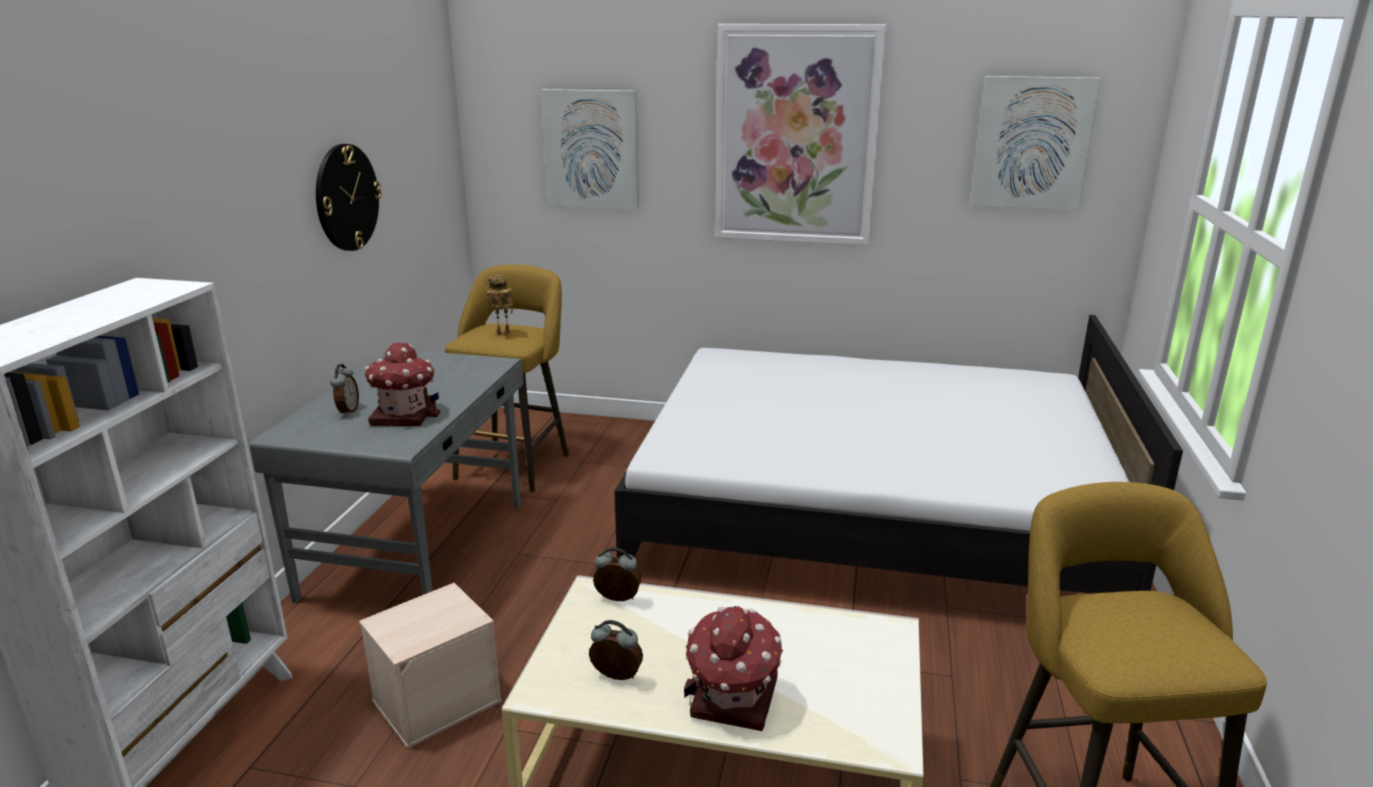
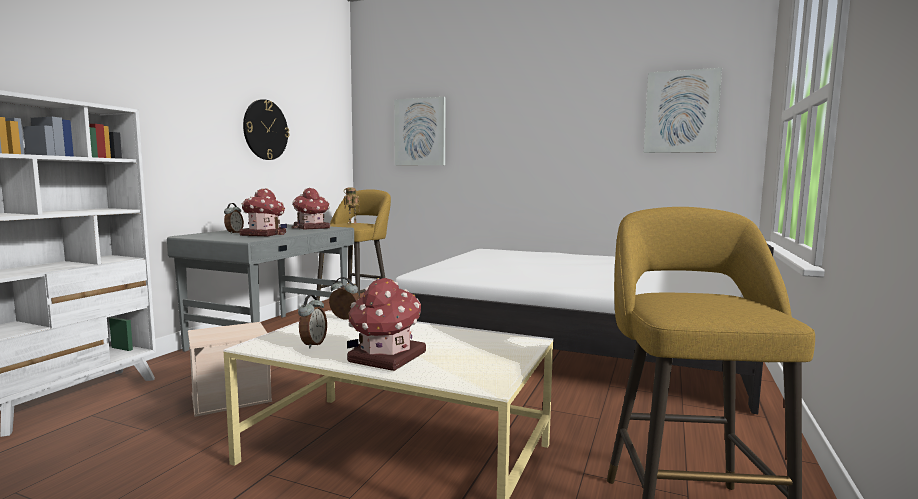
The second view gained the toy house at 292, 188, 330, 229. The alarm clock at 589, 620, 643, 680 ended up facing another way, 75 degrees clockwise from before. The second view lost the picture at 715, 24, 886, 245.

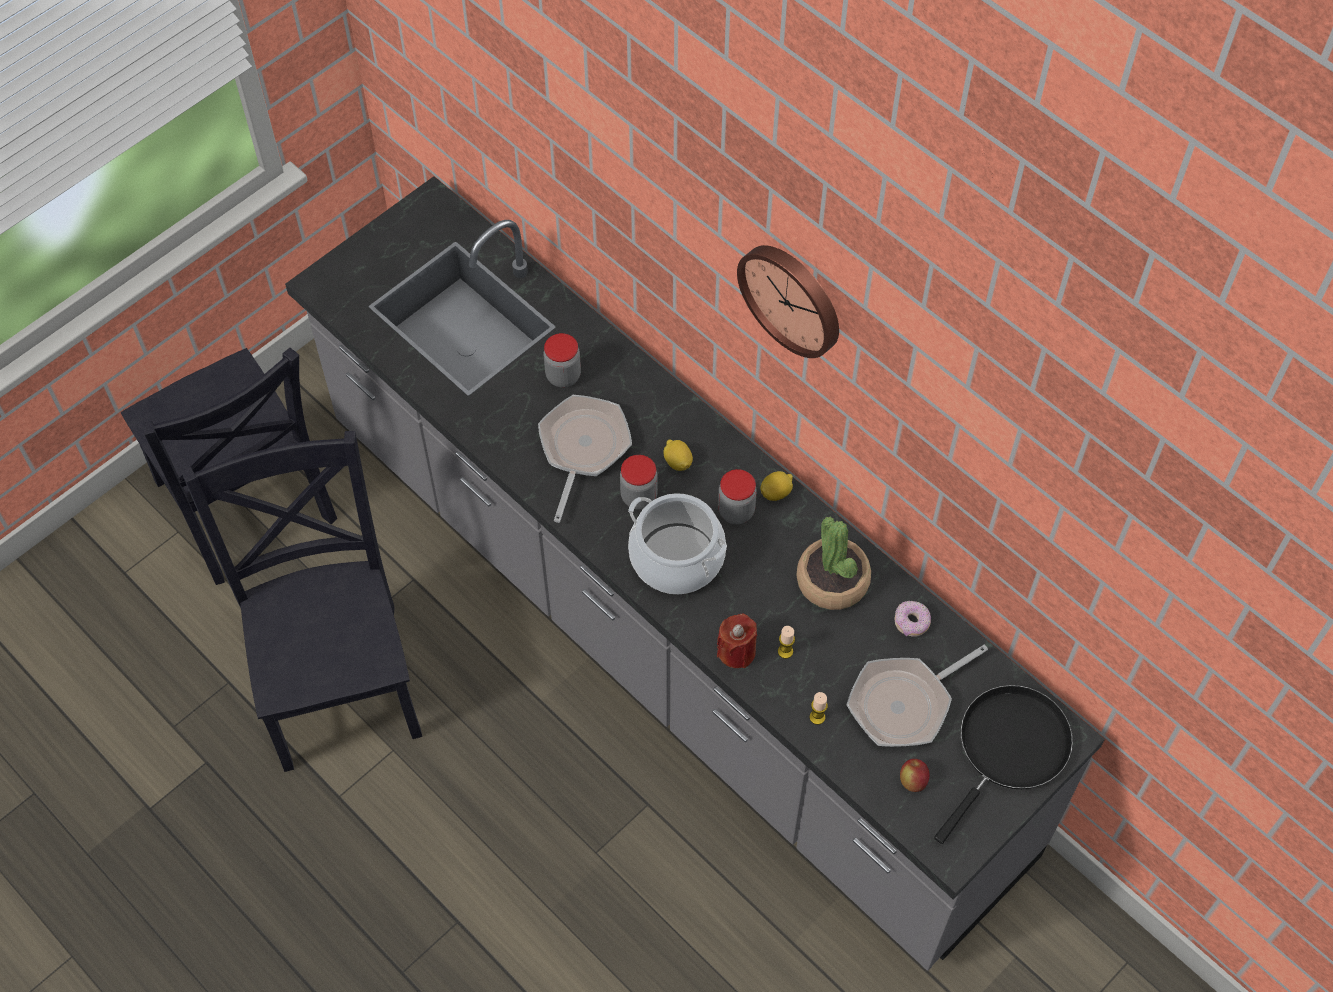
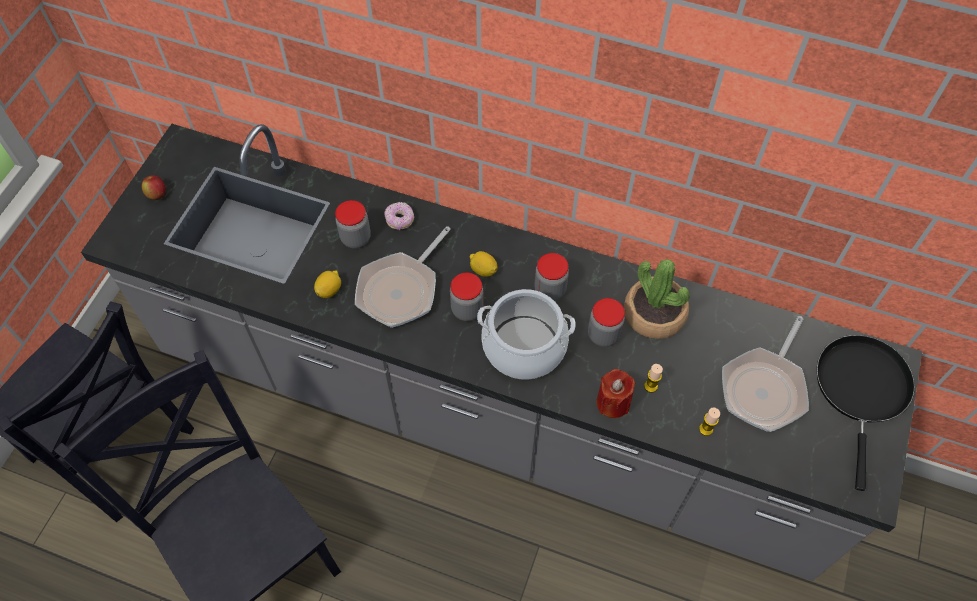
The apple fruit ended up elsewhere, having gone from 900, 759, 930, 792 to 141, 175, 166, 200. The citrus fruit ended up elsewhere, having gone from 760, 471, 793, 501 to 314, 270, 341, 298. The skillet at 538, 395, 632, 523 ended up facing another way, 135 degrees counterclockwise from before. The doughnut ended up elsewhere, having gone from 894, 601, 931, 637 to 384, 202, 414, 230. The second view gained the storage jar at 588, 298, 625, 347. The second view lost the hanging clock at 737, 245, 839, 358.

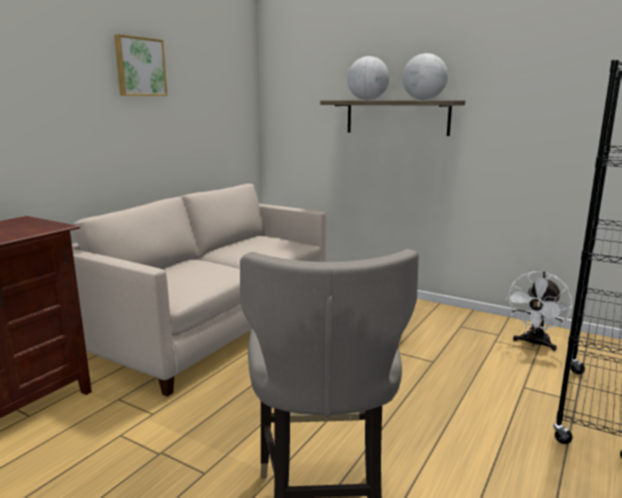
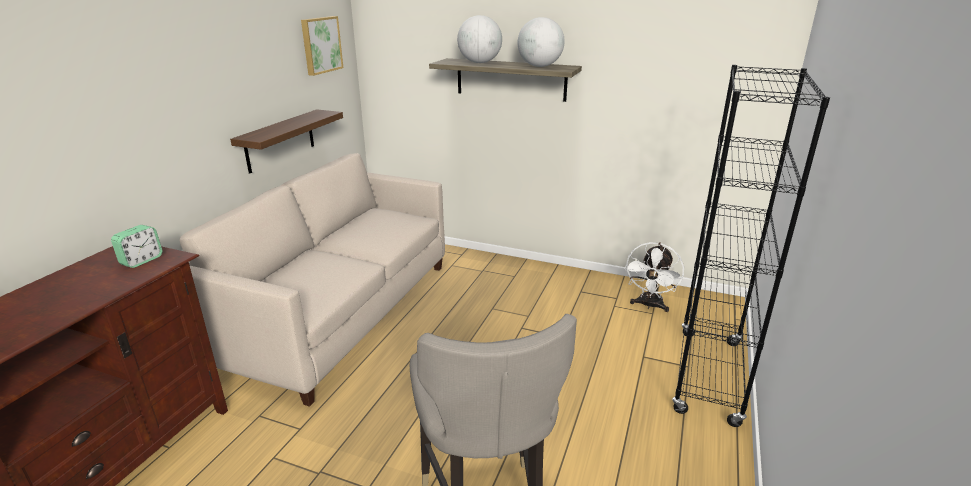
The second view gained the alarm clock at 111, 225, 163, 268. The second view gained the bracket shelf at 230, 109, 343, 174. The picture ended up elsewhere, having gone from 114, 34, 167, 96 to 301, 16, 343, 76.

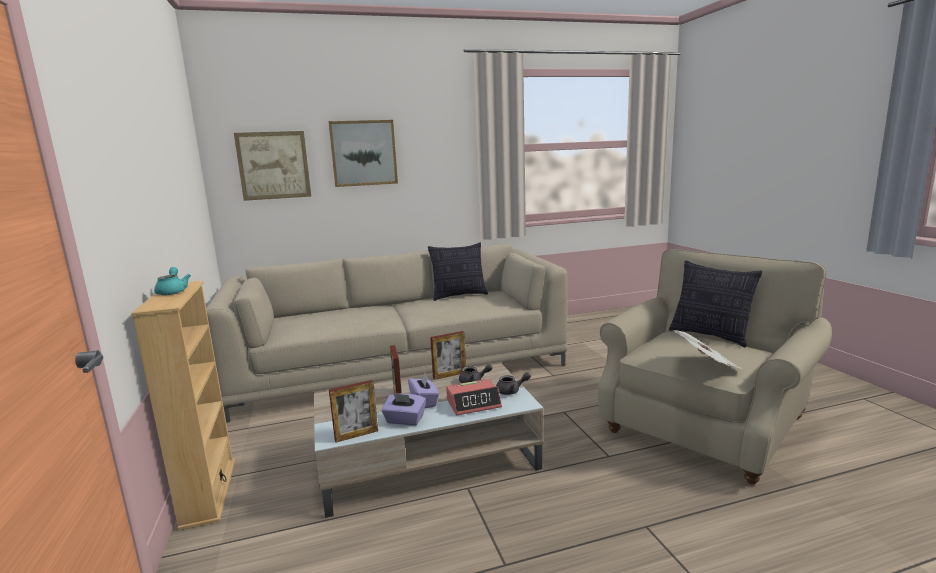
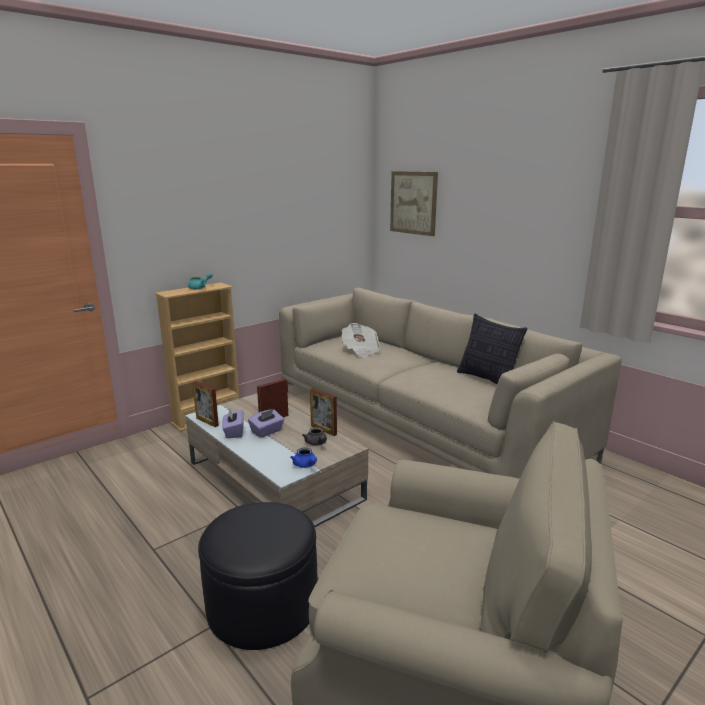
The second view gained the pouffe (blackish) at 198, 502, 317, 650. What was the pot for tea (greyish) at 496, 372, 531, 395 turned into the pot for tea (bluish) at 290, 448, 317, 468. The printed paper ended up elsewhere, having gone from 672, 330, 743, 369 to 342, 323, 380, 358. The second view lost the picture at 329, 120, 398, 187. The second view lost the alarm clock at 446, 379, 502, 415. The second view lost the cushion at 669, 260, 762, 347.

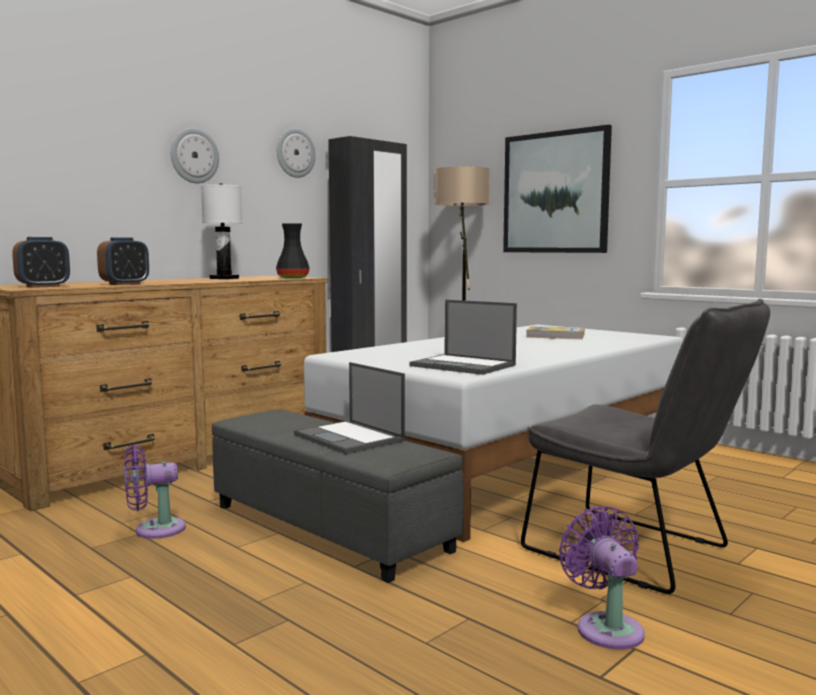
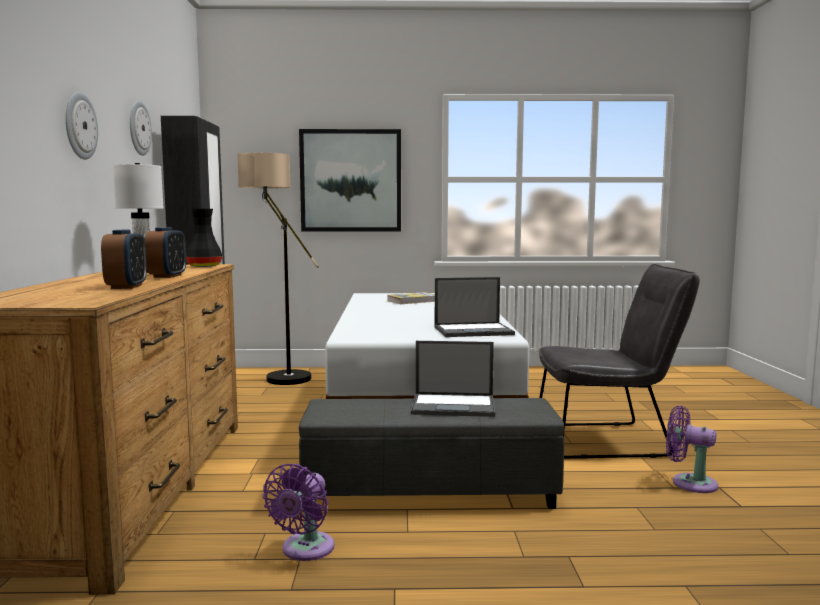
The alarm clock ended up elsewhere, having gone from 12, 237, 70, 288 to 145, 227, 186, 278.

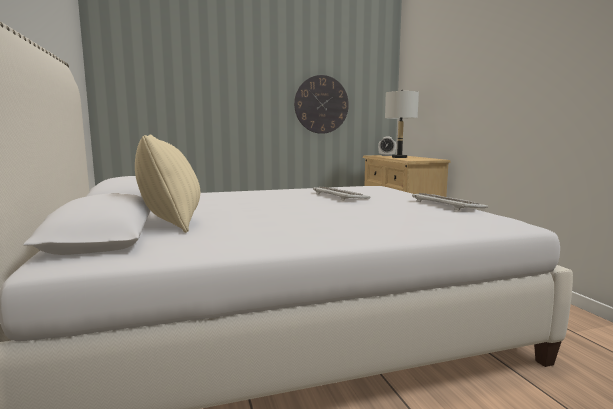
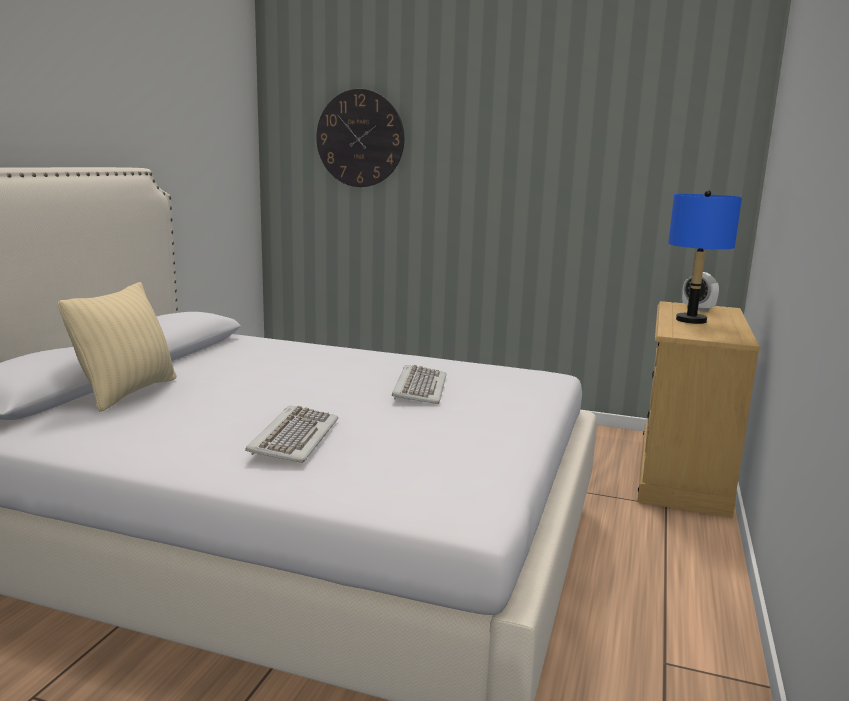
The PC keyboard ended up elsewhere, having gone from 412, 193, 488, 211 to 245, 406, 338, 463. The hanging clock ended up elsewhere, having gone from 294, 75, 349, 134 to 316, 89, 404, 187. What was the table lamp (greyish) at 385, 90, 419, 158 turned into the table lamp (bluish) at 668, 190, 742, 324.

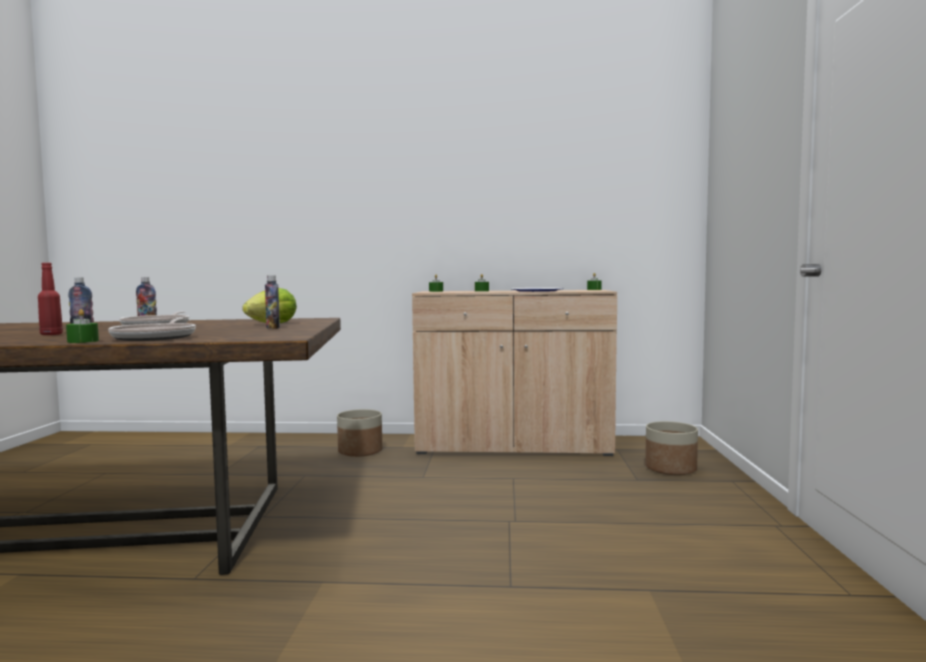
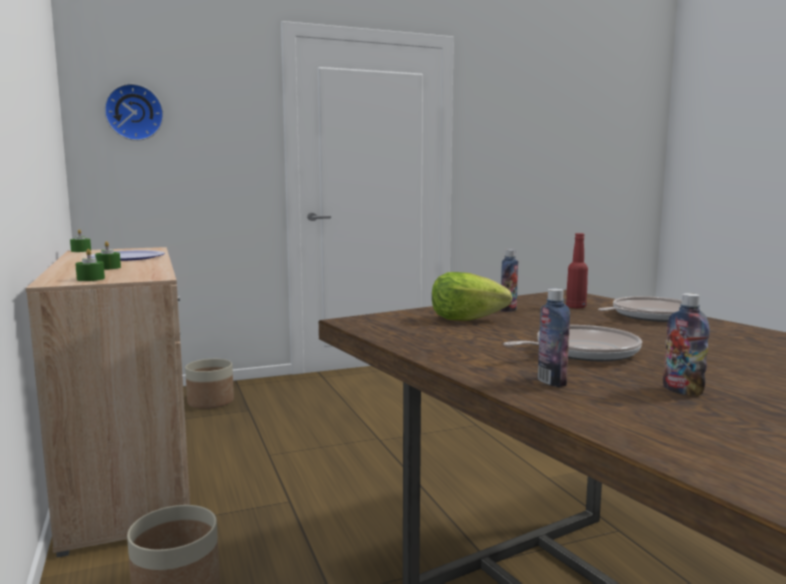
The second view gained the hanging clock at 104, 84, 164, 141. The beverage bottle (red) ended up elsewhere, having gone from 38, 263, 63, 335 to 566, 233, 588, 308. The second view lost the wax candle (greenish) at 66, 309, 99, 343.

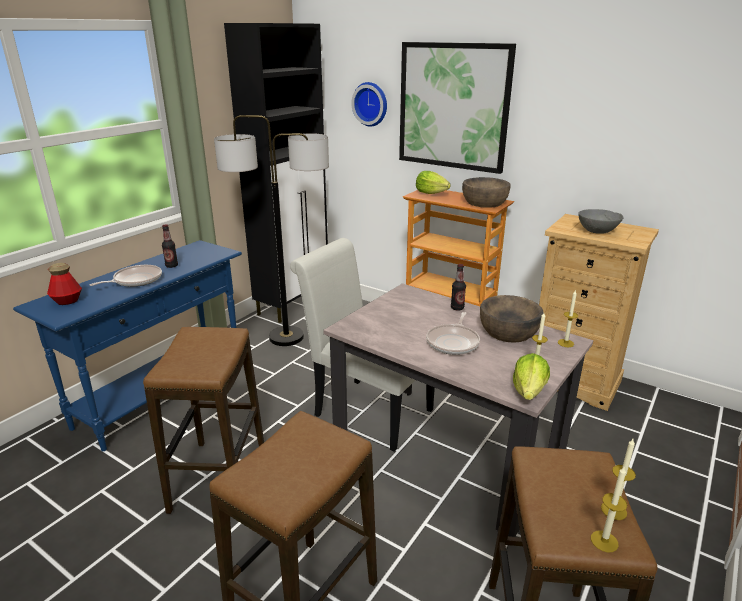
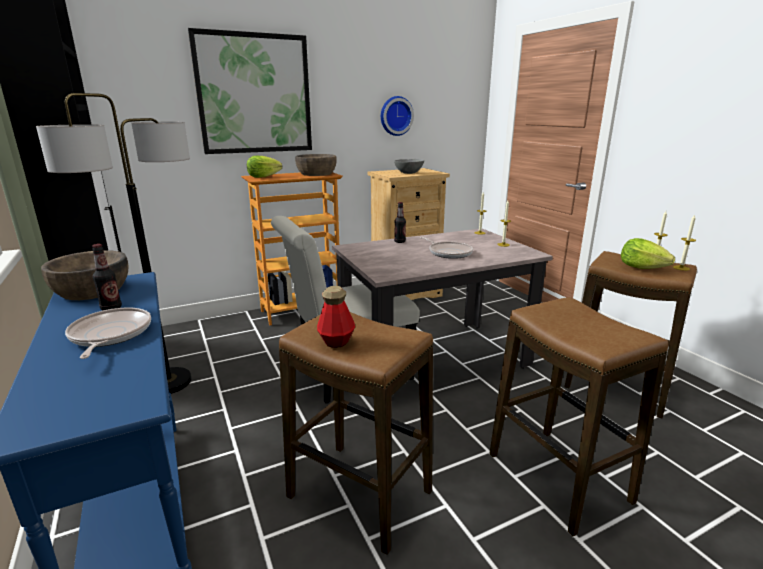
The deep dish (brown) ended up elsewhere, having gone from 480, 295, 544, 343 to 41, 250, 129, 300. The beverage bottle ended up elsewhere, having gone from 47, 263, 82, 305 to 317, 286, 355, 348. The hanging clock ended up elsewhere, having gone from 351, 82, 387, 127 to 381, 96, 414, 136. The lettuce ended up elsewhere, having gone from 513, 353, 550, 400 to 621, 238, 675, 269.

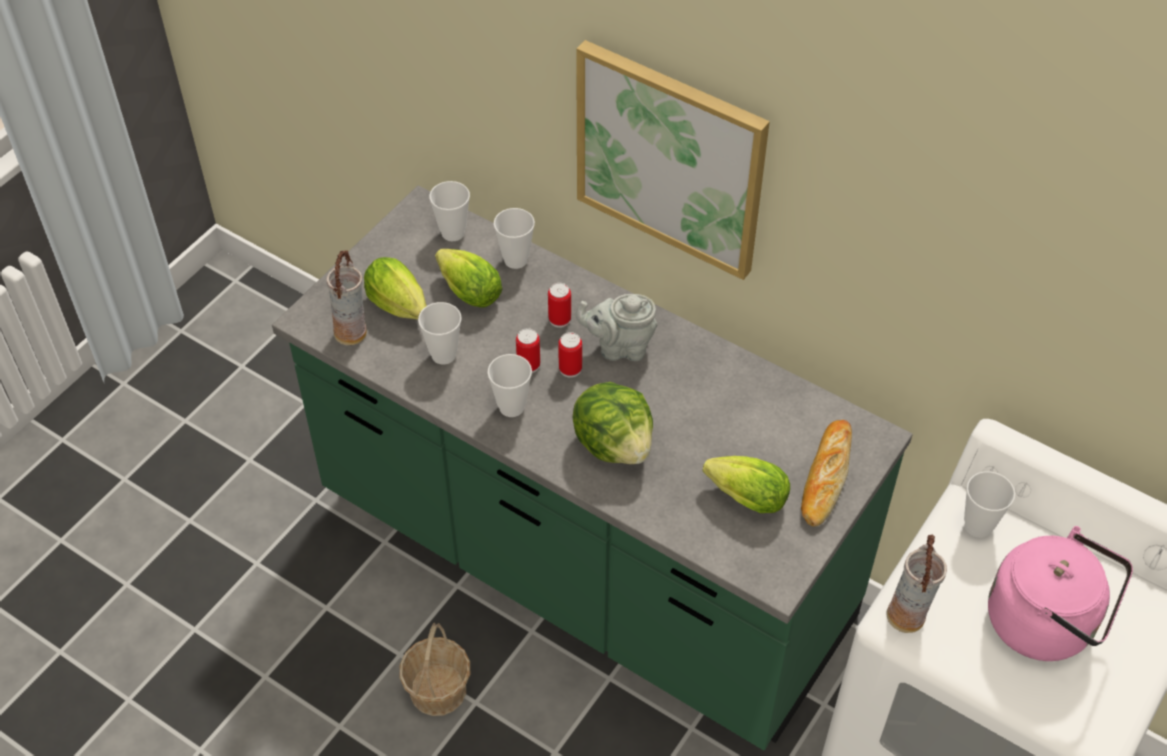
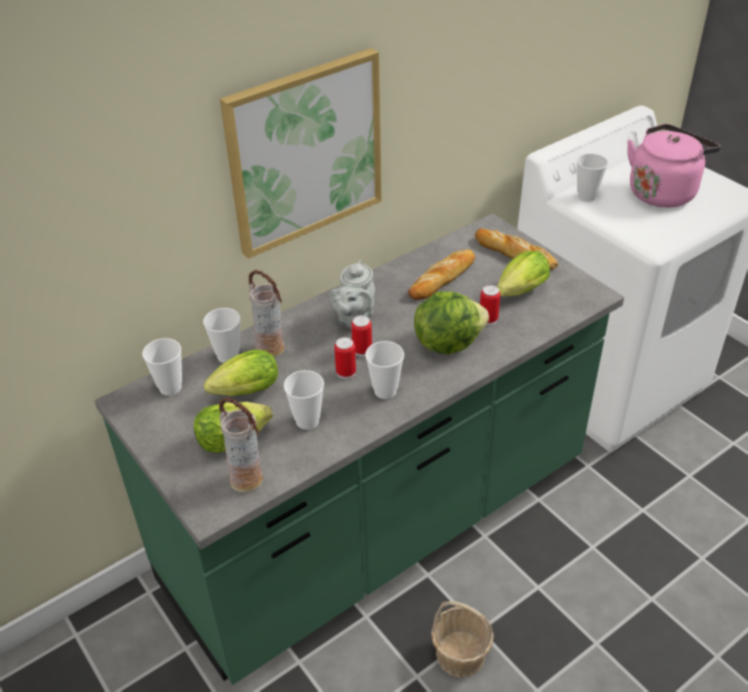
The decorative vase ended up elsewhere, having gone from 887, 535, 947, 633 to 248, 270, 284, 358. The second view gained the bread at 408, 249, 476, 300. The sealed can ended up elsewhere, having gone from 548, 283, 571, 328 to 480, 285, 500, 325.

